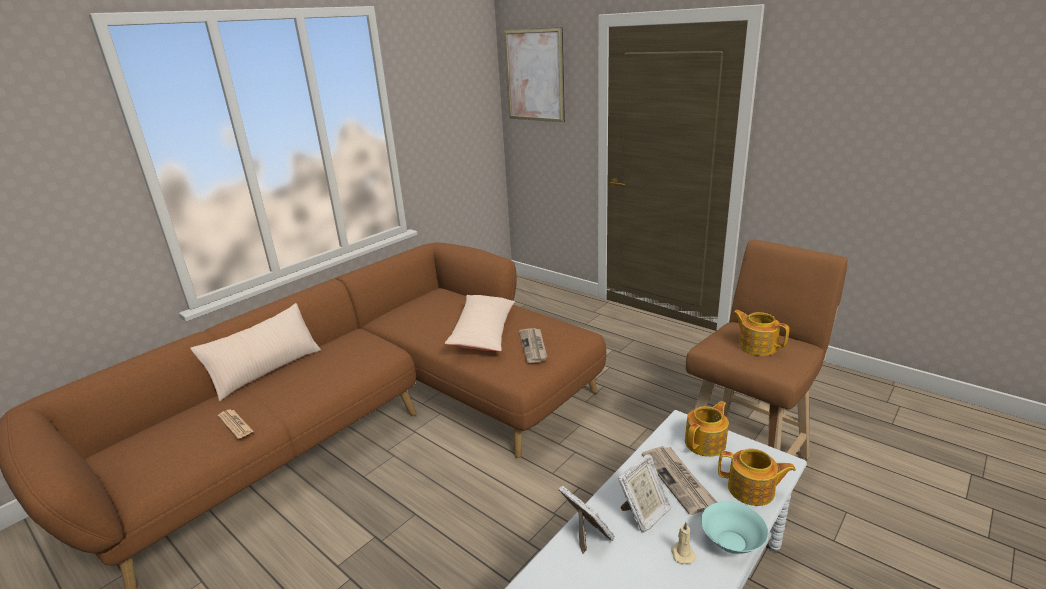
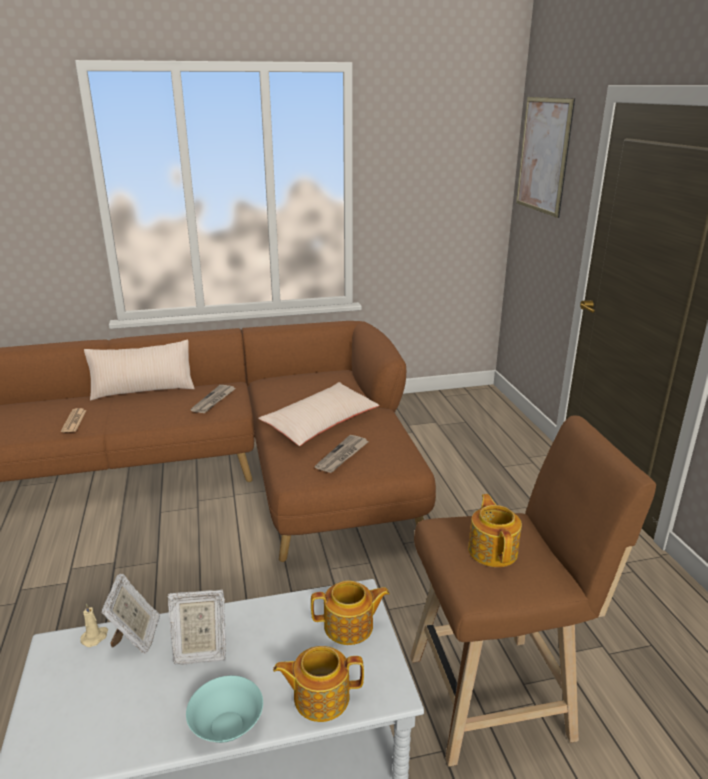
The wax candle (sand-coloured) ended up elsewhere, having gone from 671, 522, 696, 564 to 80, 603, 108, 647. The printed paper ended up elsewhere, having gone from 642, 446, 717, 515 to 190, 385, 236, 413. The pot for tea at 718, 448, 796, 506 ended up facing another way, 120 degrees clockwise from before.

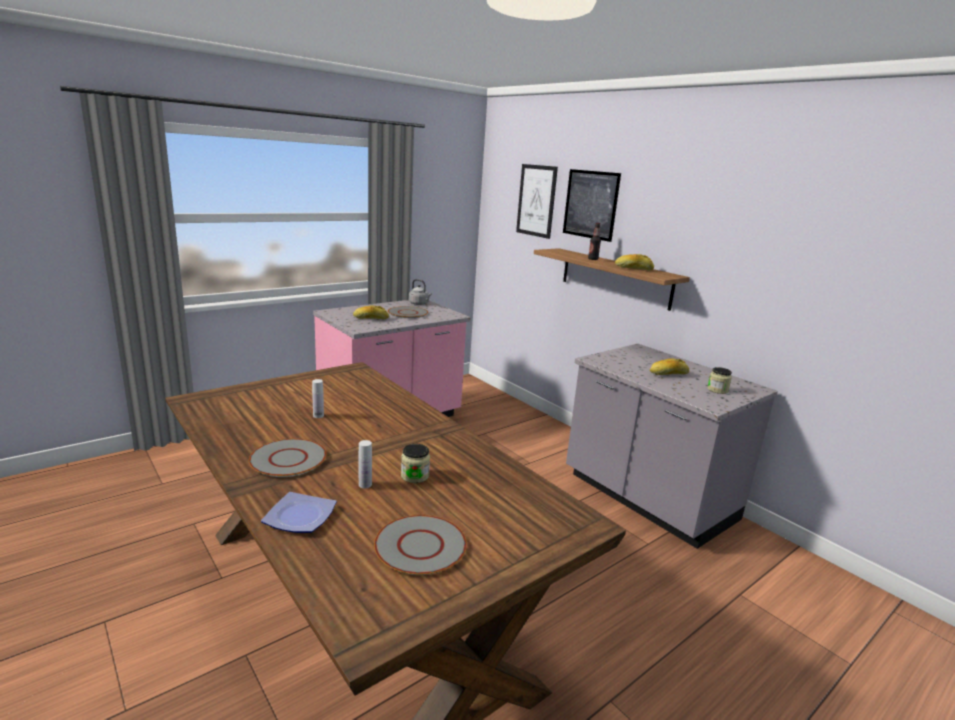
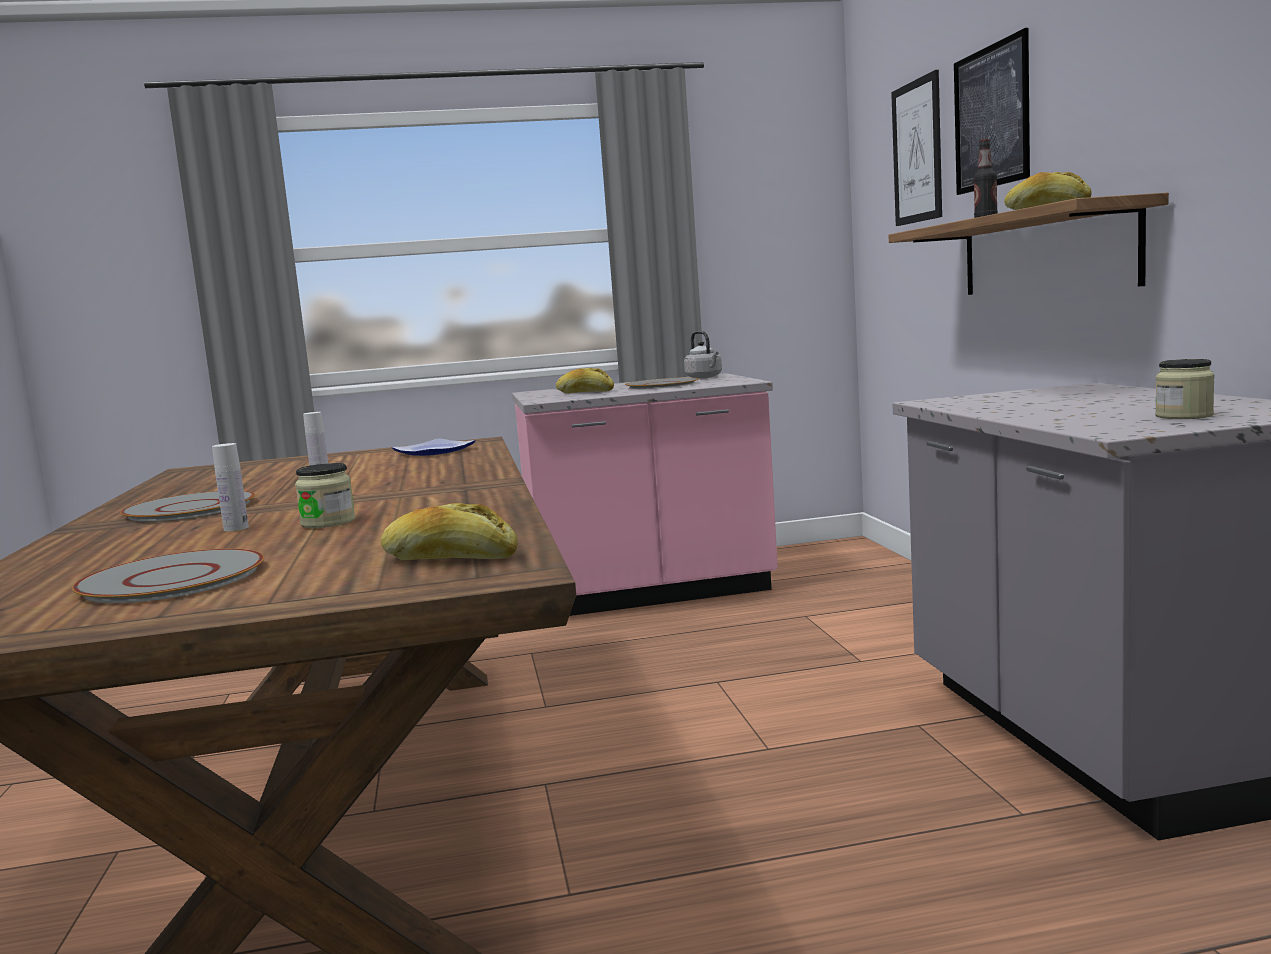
The bread ended up elsewhere, having gone from 650, 358, 689, 375 to 381, 503, 518, 560. The dinner plate ended up elsewhere, having gone from 261, 492, 337, 533 to 392, 438, 475, 456.

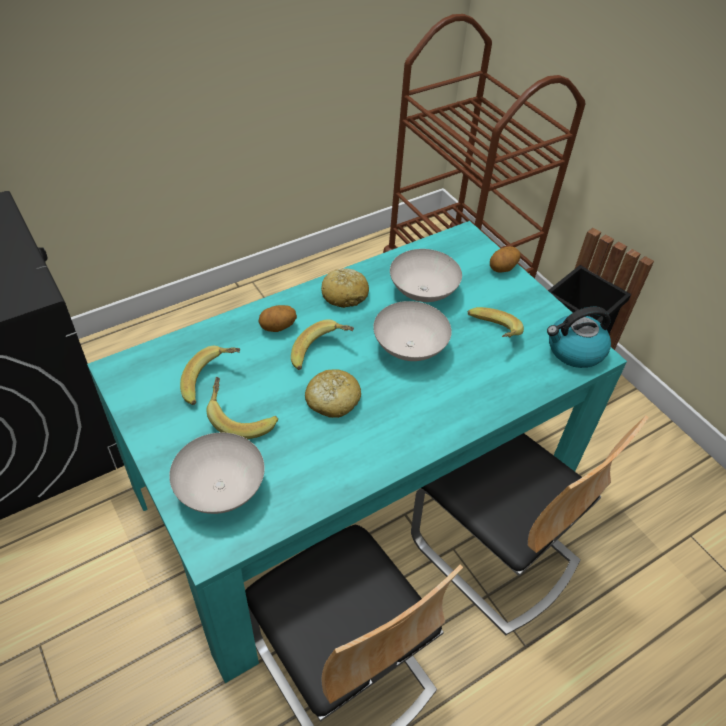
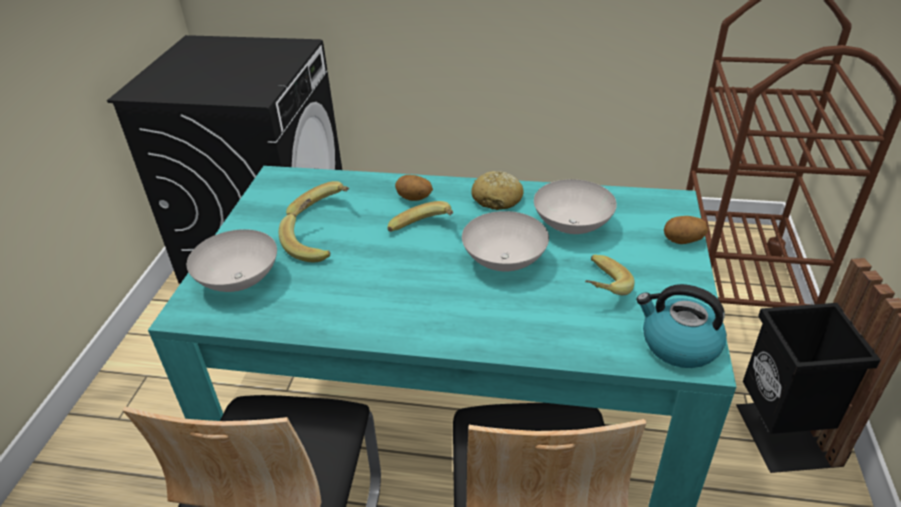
The second view lost the bread at 305, 369, 361, 418.

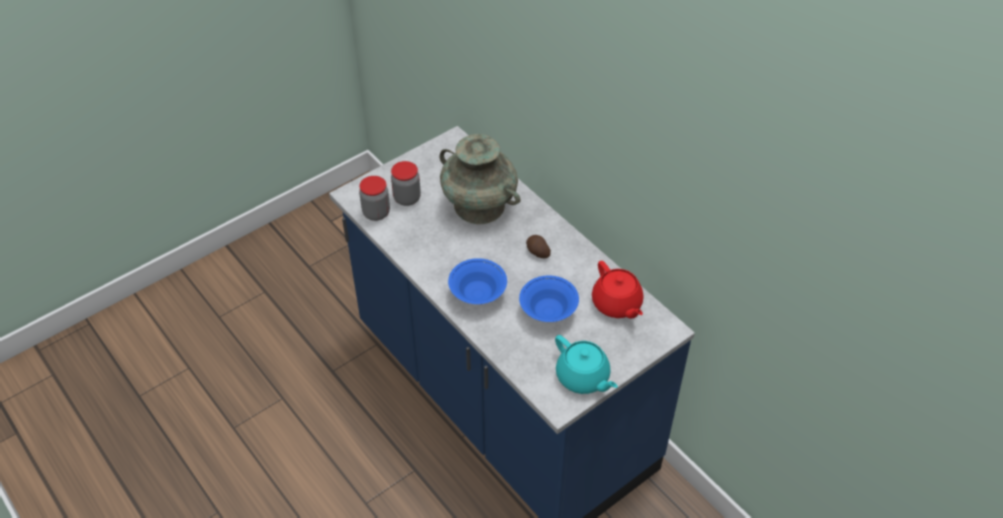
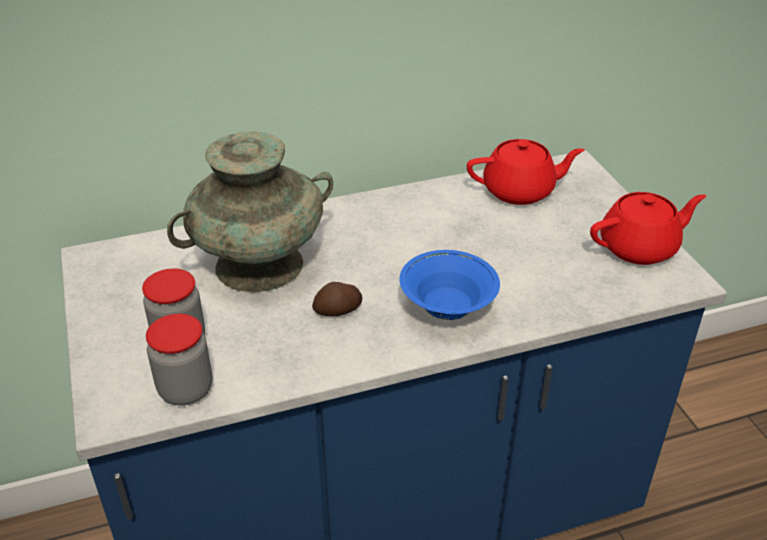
The potato ended up elsewhere, having gone from 526, 235, 551, 258 to 312, 282, 362, 316. What was the pot for tea (turquoise) at 555, 335, 618, 394 turned into the pot for tea (red) at 590, 192, 706, 265. The second view lost the deep dish (bluish) at 519, 275, 579, 322.

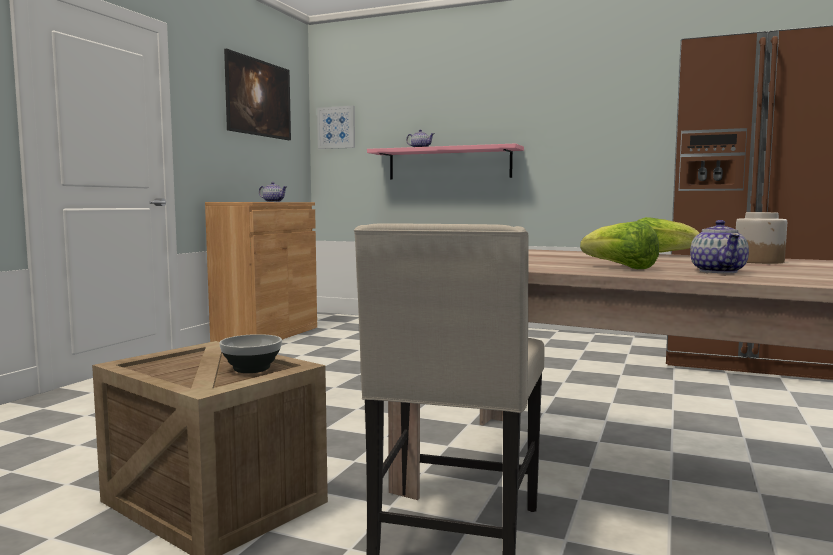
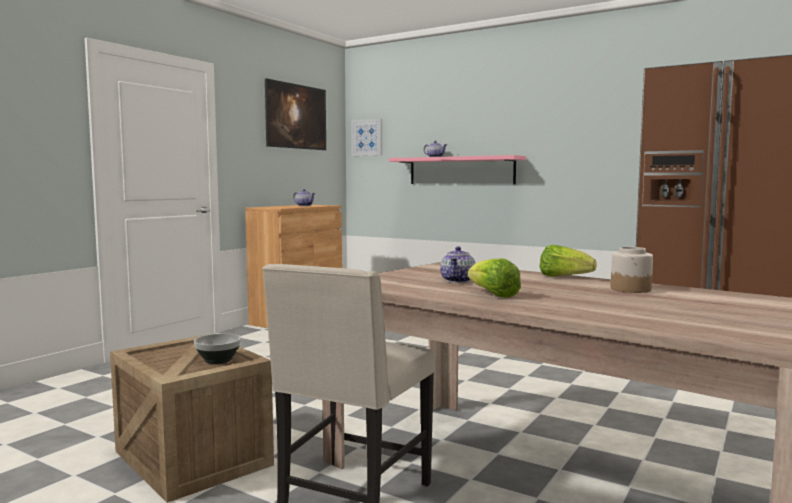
The pot for tea ended up elsewhere, having gone from 690, 220, 749, 273 to 440, 247, 476, 283.

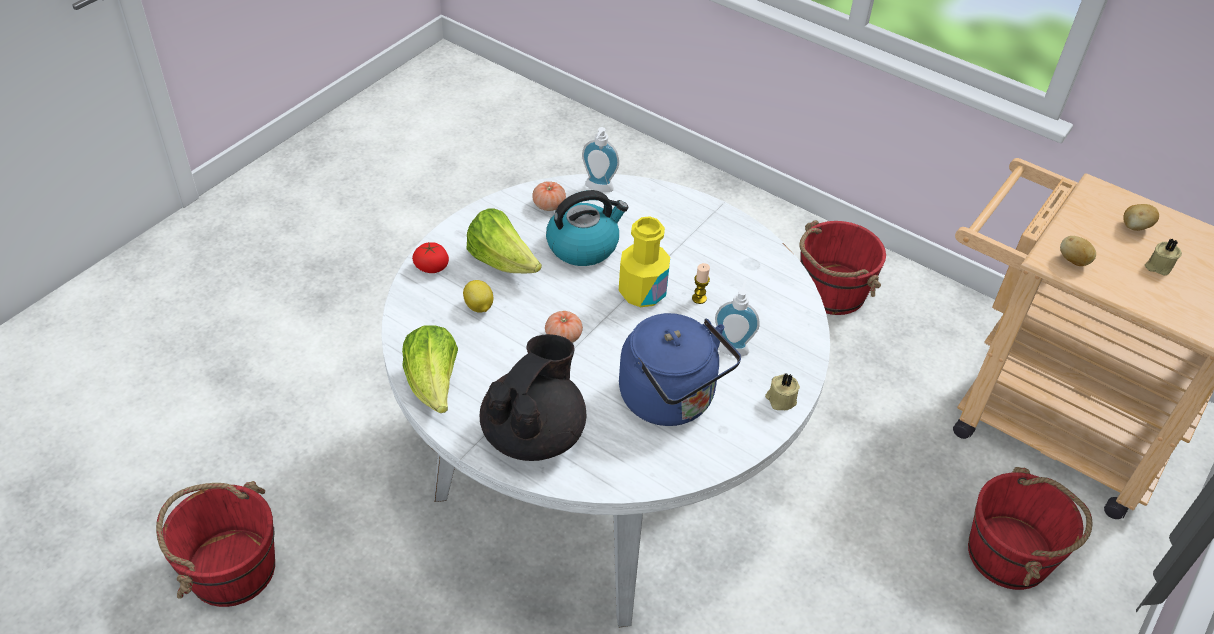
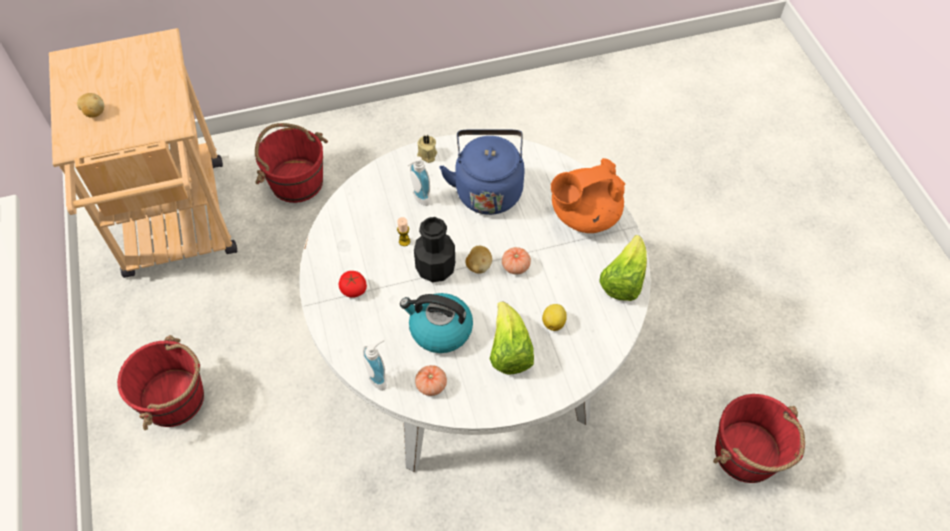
The whole tomato ended up elsewhere, having gone from 412, 242, 449, 273 to 339, 271, 367, 298. What was the beverage bottle (yellowish) at 619, 216, 670, 307 turned into the beverage bottle (blackish) at 414, 217, 455, 282. The potato ended up elsewhere, having gone from 1060, 236, 1096, 266 to 466, 246, 492, 274. What was the pot for tea (blackish) at 480, 334, 586, 461 turned into the pot for tea (orange-coloured) at 551, 158, 625, 233. The second view lost the wax candle (sand-coloured) at 1145, 239, 1182, 275.

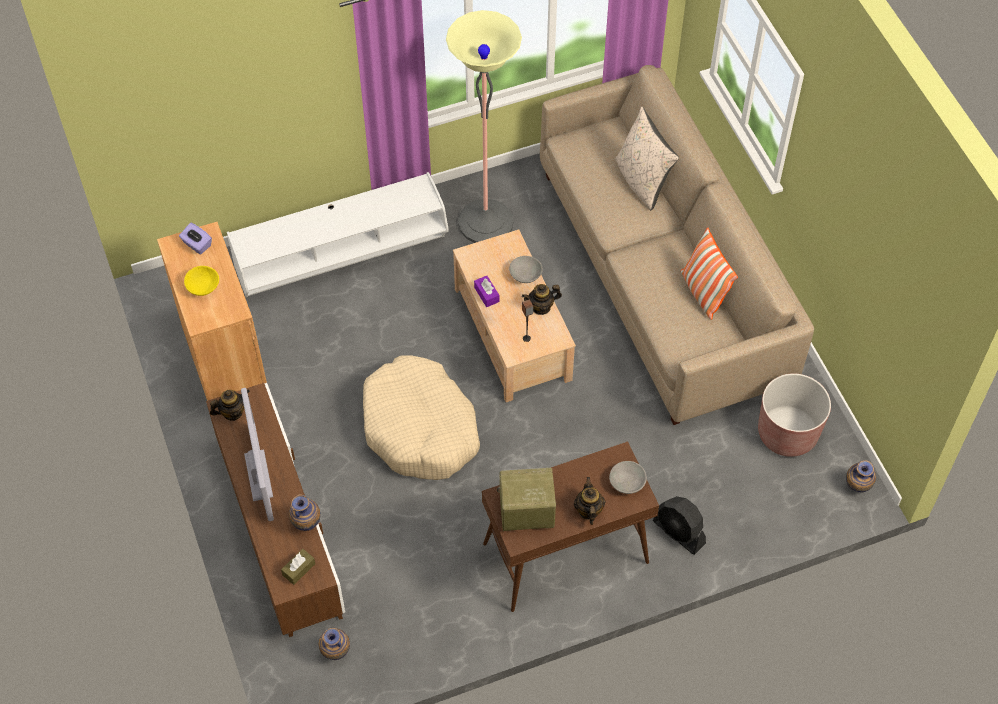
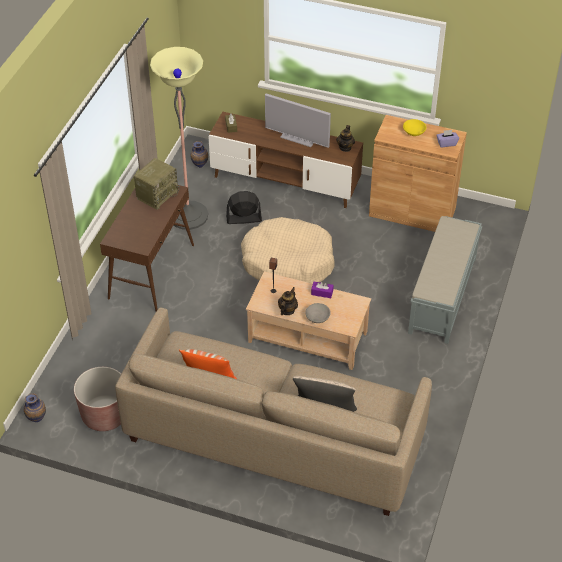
The standard lamp ended up elsewhere, having gone from 446, 10, 522, 243 to 150, 47, 208, 230. The electric fan (blackish) ended up elsewhere, having gone from 653, 496, 706, 555 to 226, 191, 262, 224. Where the tv unit (white) stood at 227, 172, 449, 298, the bench (greyish) came to stand at 408, 216, 482, 344. The second view lost the decorative vase at 289, 494, 321, 531. The second view lost the pot for tea at 574, 477, 606, 525. The second view lost the deep dish (greyish) at 609, 461, 647, 494.

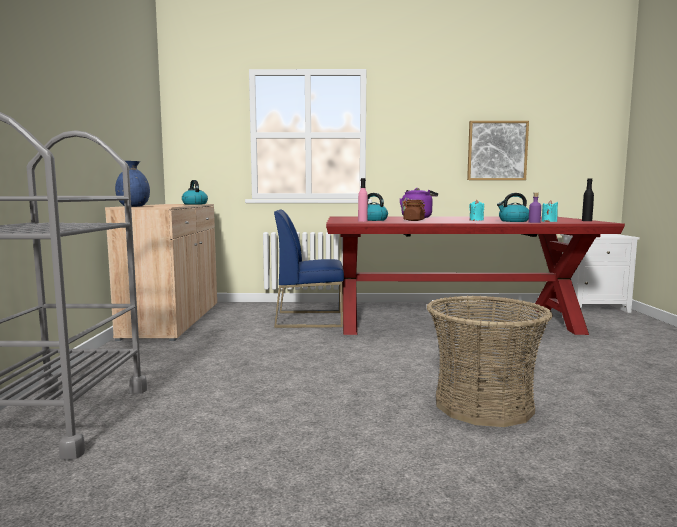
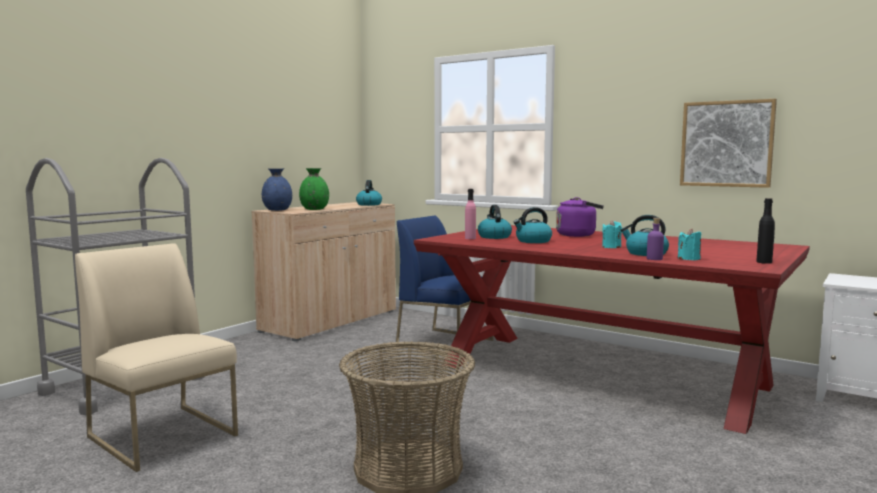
The second view gained the upright chair (sand-coloured) at 75, 243, 238, 472. The second view gained the decorative vase (greenish) at 299, 168, 329, 210. Where the storage jar (brown) stood at 403, 200, 426, 221, the kettle came to stand at 514, 207, 552, 243.

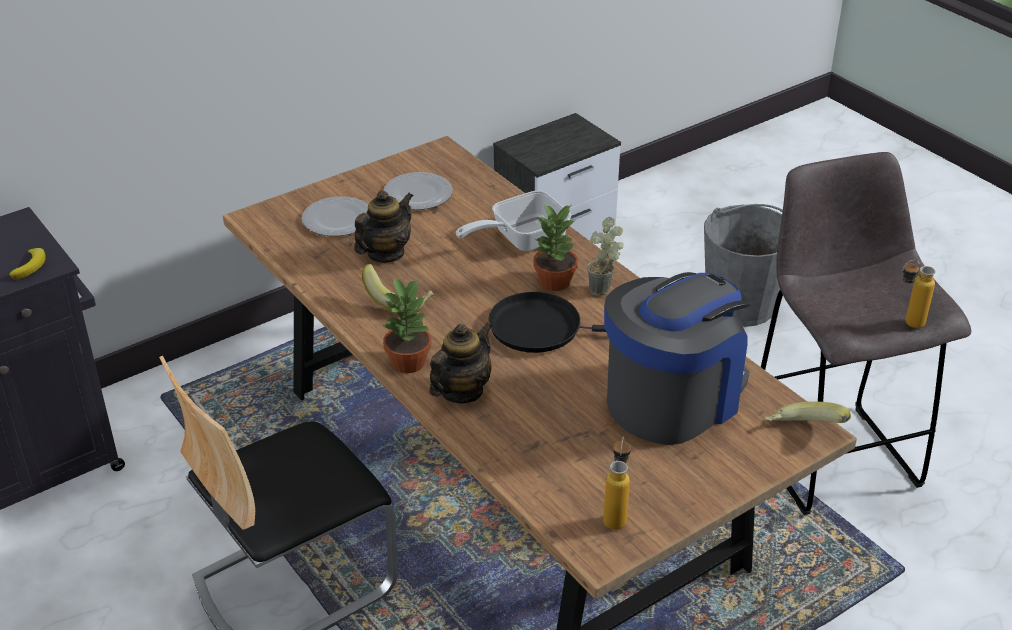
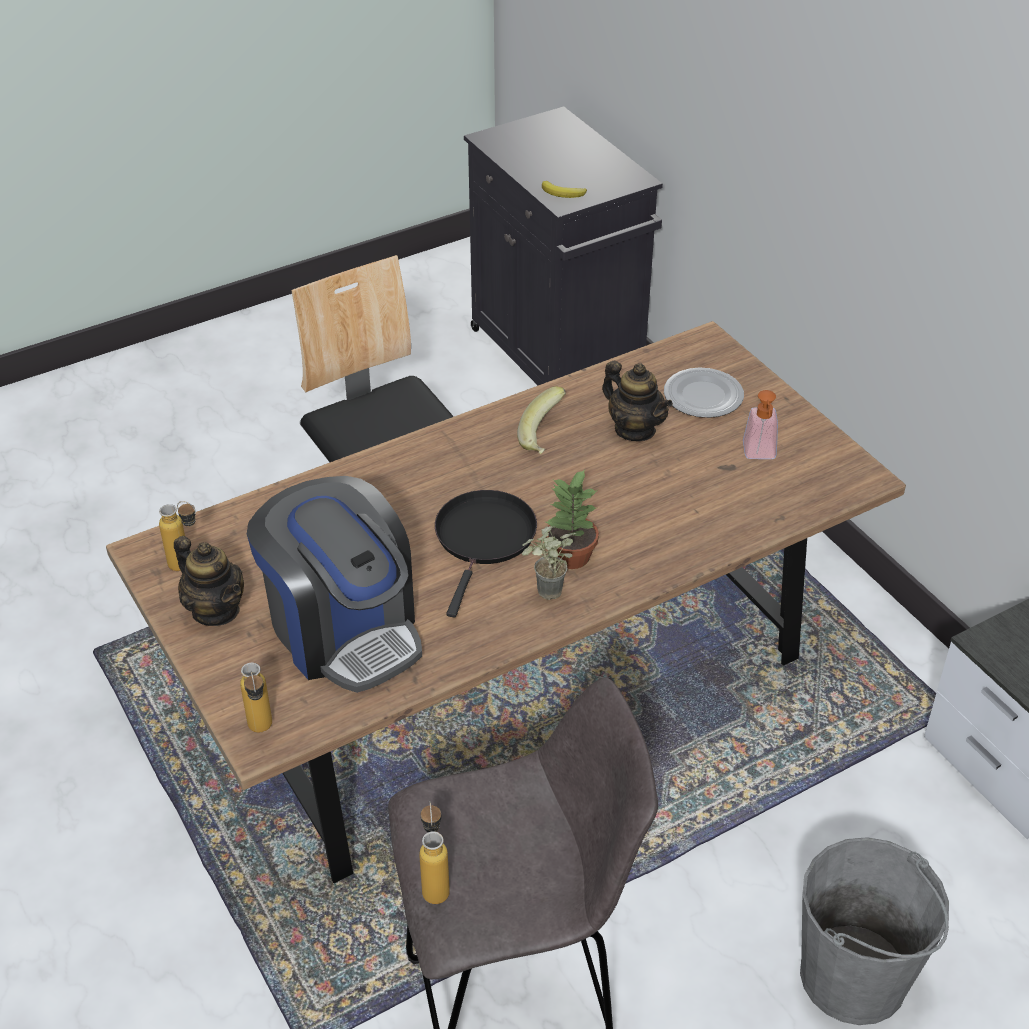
The pot for tea ended up elsewhere, having gone from 429, 322, 493, 404 to 174, 536, 244, 626. Where the banana stood at 764, 402, 851, 423, the beverage bottle came to stand at 240, 663, 272, 733. Where the dinner plate stood at 383, 172, 453, 210, the soap bottle came to stand at 743, 390, 778, 459. The second view lost the plant in a pot at 382, 277, 431, 373. The second view lost the skillet at 456, 191, 571, 251.

